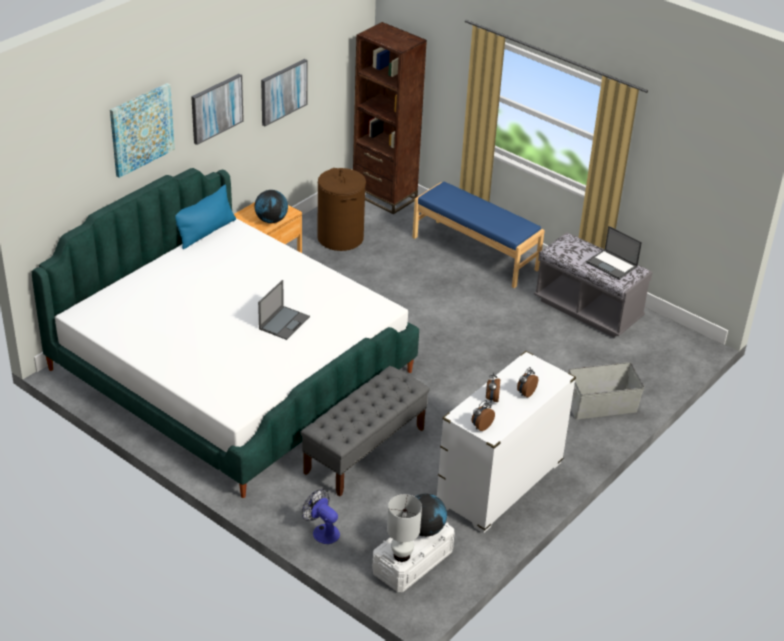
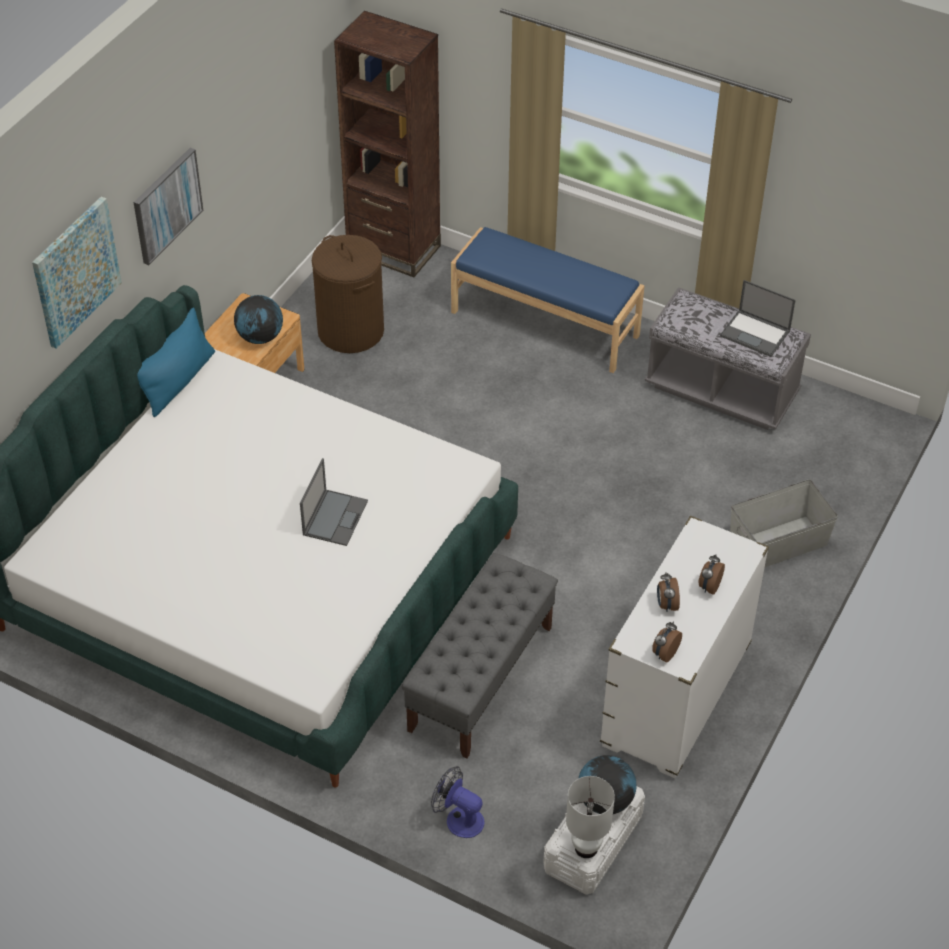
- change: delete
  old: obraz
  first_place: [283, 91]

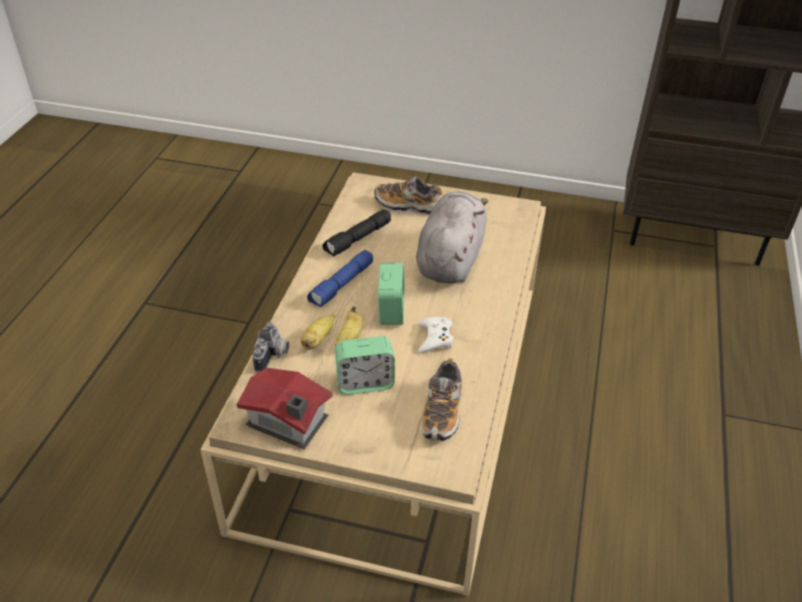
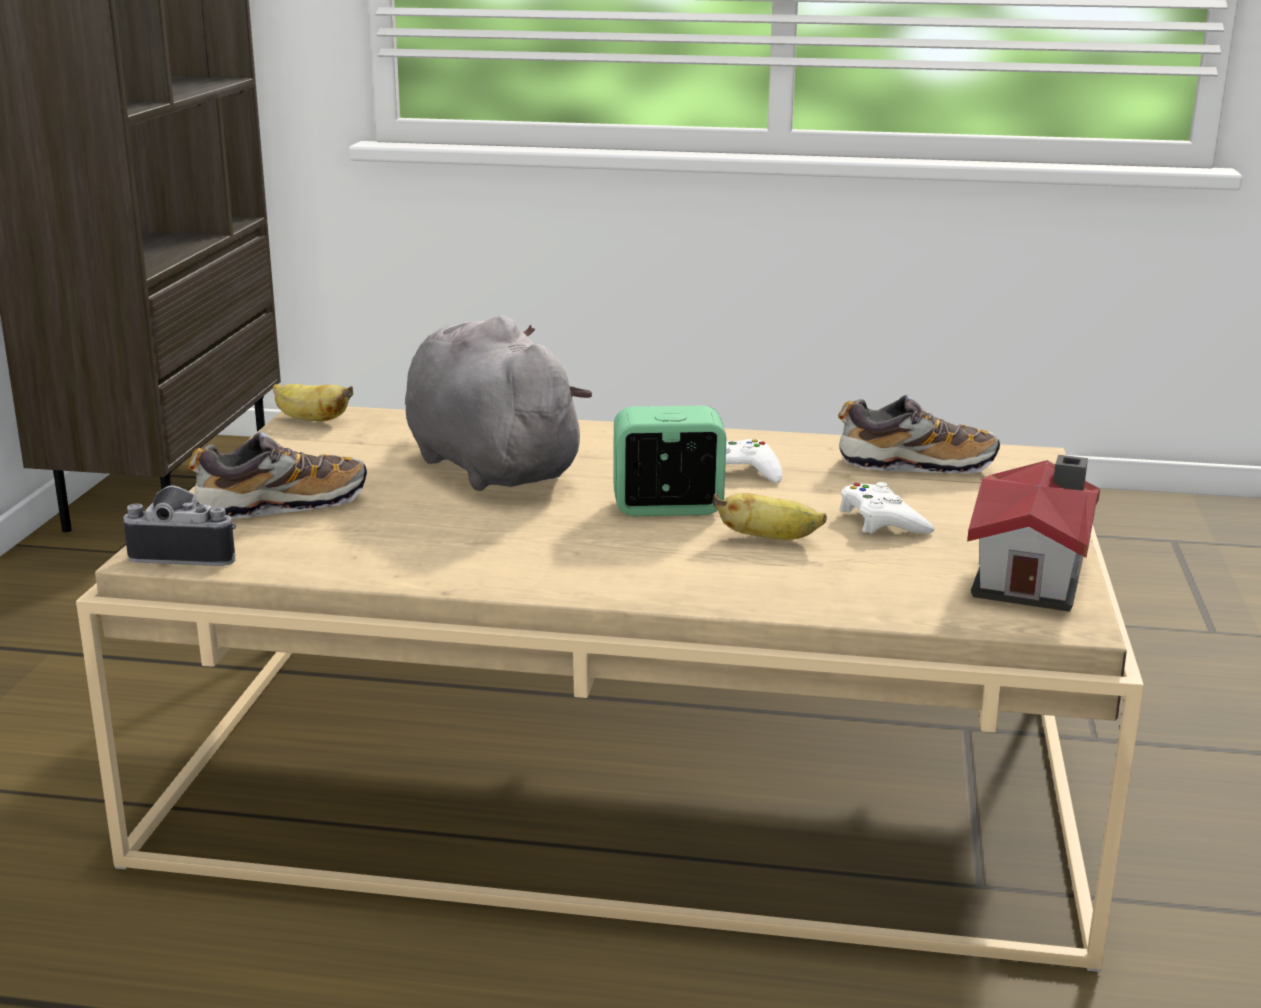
- change: move
  old: aparat fotograficzny
  first_place: [273, 356]
  second_place: [188, 552]
- change: rotate
  old: but
  first_place: [407, 205]
  second_place: [281, 505]
  degrees: -120
- change: move
  old: banan
  first_place: [317, 340]
  second_place: [310, 419]
- change: rotate
  old: pluszak [szary]
  first_place: [450, 259]
  second_place: [488, 465]
  degrees: 45
- change: replace
  old: budzik
  new: pad do gier [biały]
  first_place: [365, 383]
  second_place: [882, 520]
- change: delete
  old: latarka [niebieski]
  first_place: [342, 285]
- change: delete
  old: latarka [czarny]
  first_place: [358, 239]

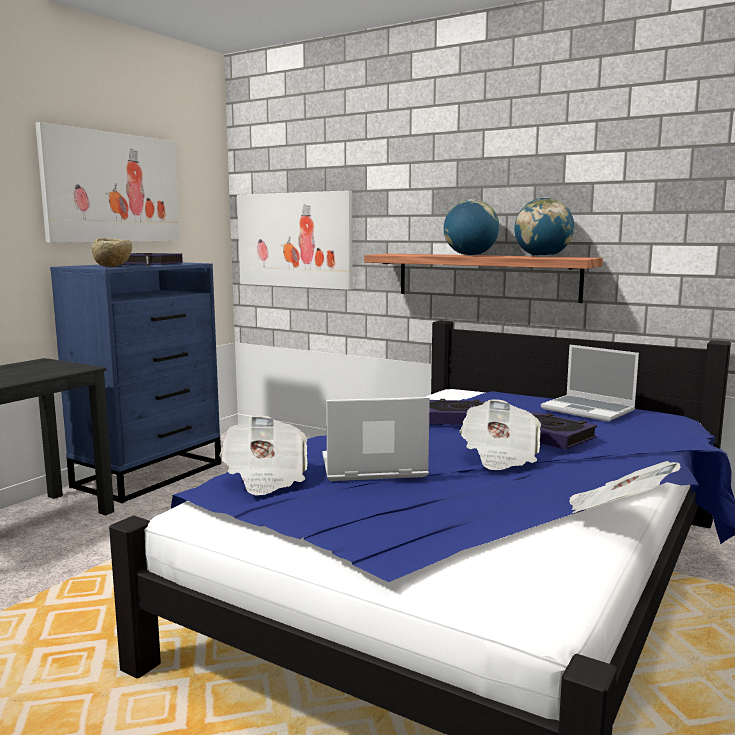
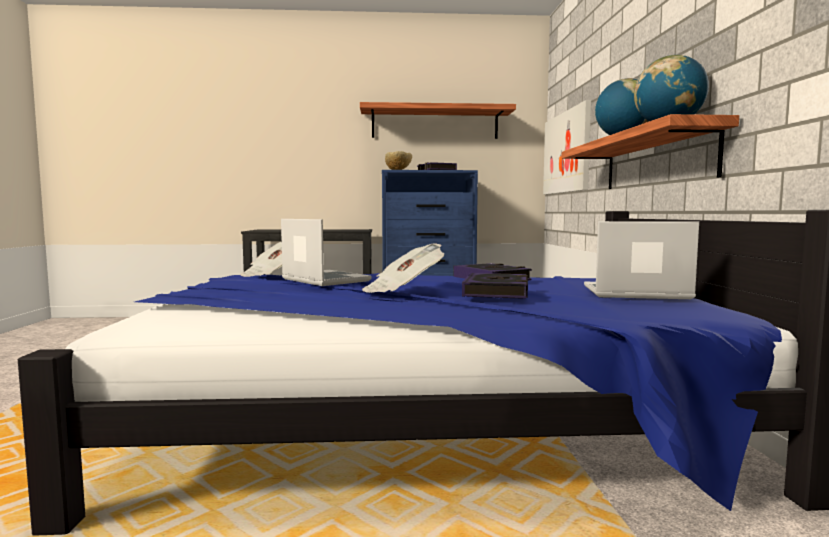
- change: replace
  old: obraz
  new: półka
  first_place: [113, 188]
  second_place: [435, 124]
- change: rotate
  old: laptop
  first_place: [589, 410]
  second_place: [634, 293]
  degrees: 90
- change: delete
  old: gazeta
  first_place: [616, 513]

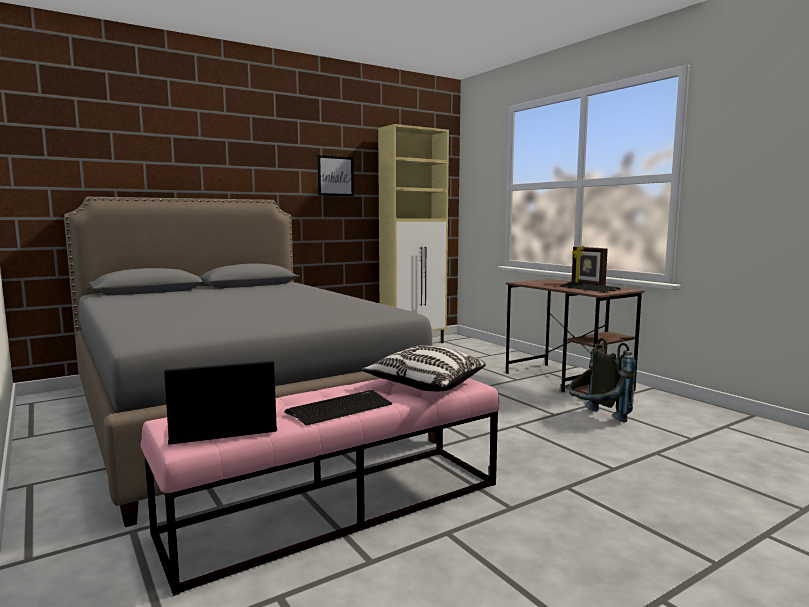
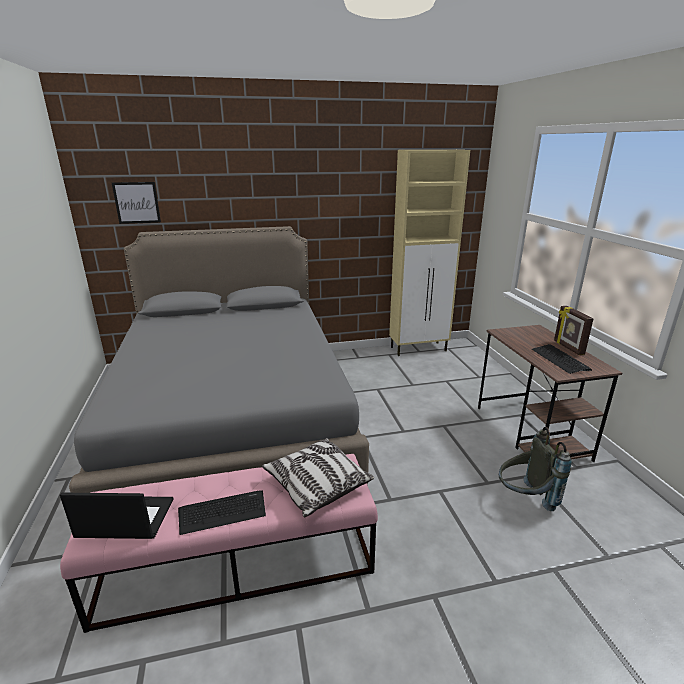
- change: move
  old: obraz
  first_place: [335, 176]
  second_place: [137, 202]

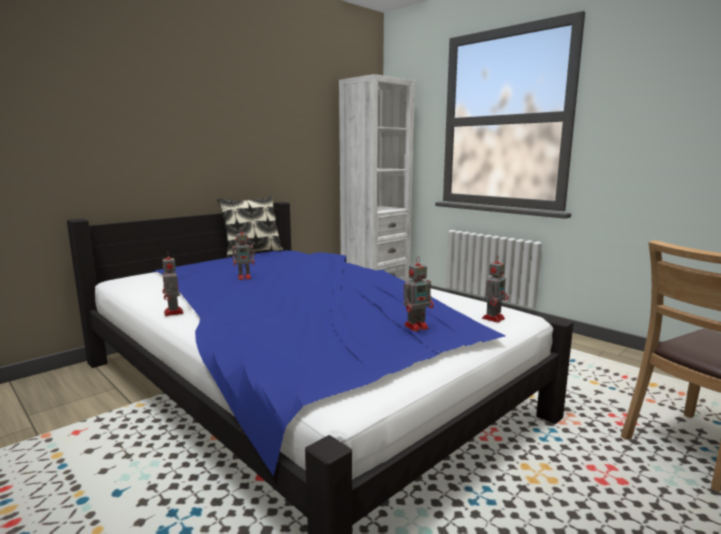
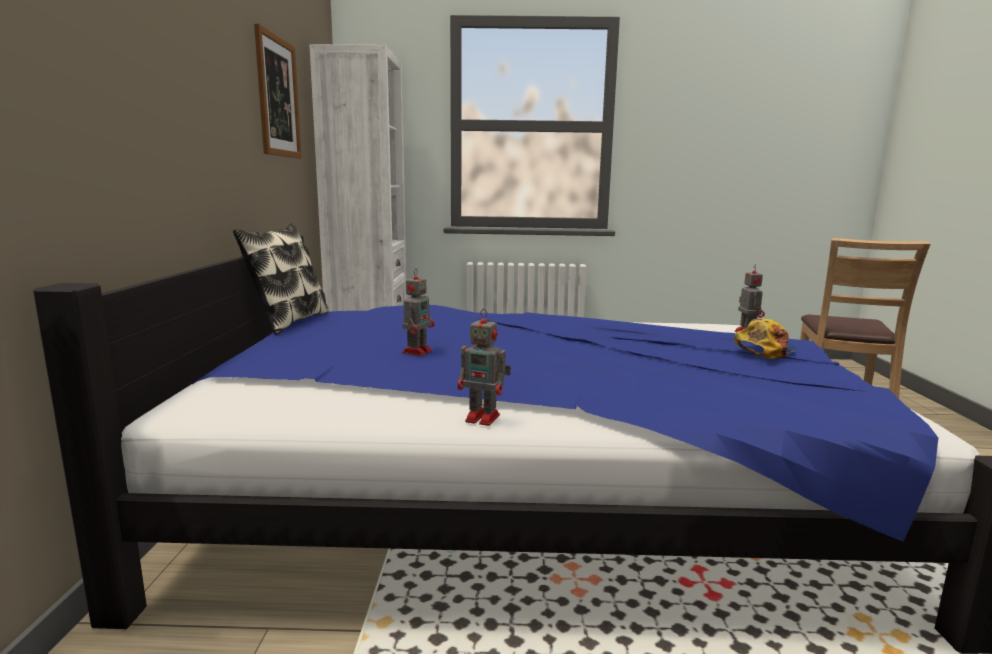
- change: insert
  new: obraz
  second_place: [278, 97]
- change: replace
  old: robot zabawkowy
  new: czapka z daszkiem
  first_place: [417, 326]
  second_place: [763, 349]

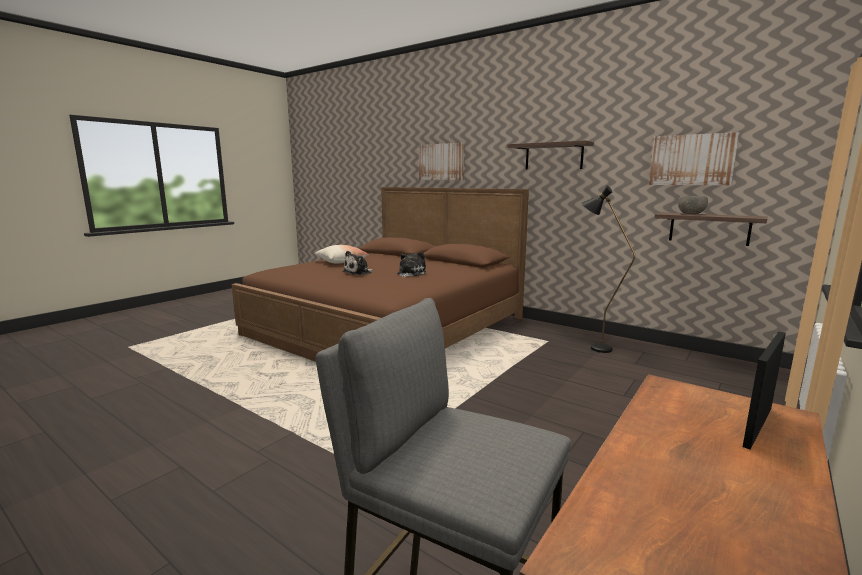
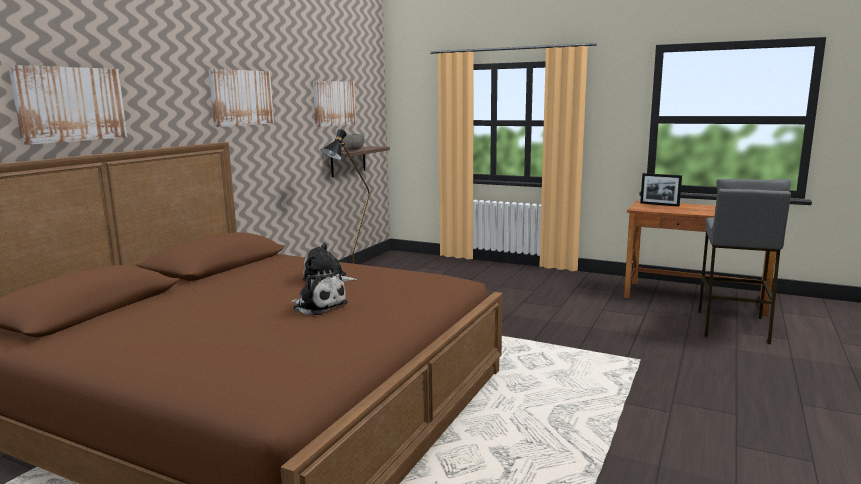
- change: replace
  old: półka
  new: obraz
  first_place: [553, 156]
  second_place: [241, 97]
- change: delete
  old: poduszka
  first_place: [342, 262]

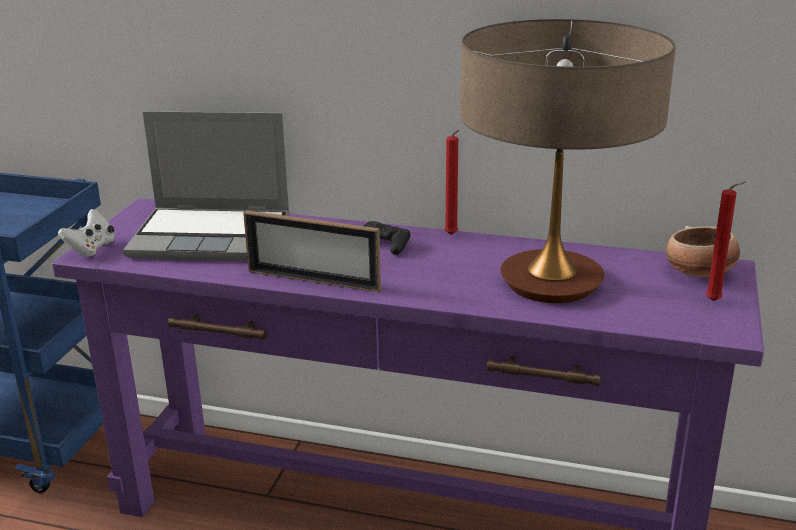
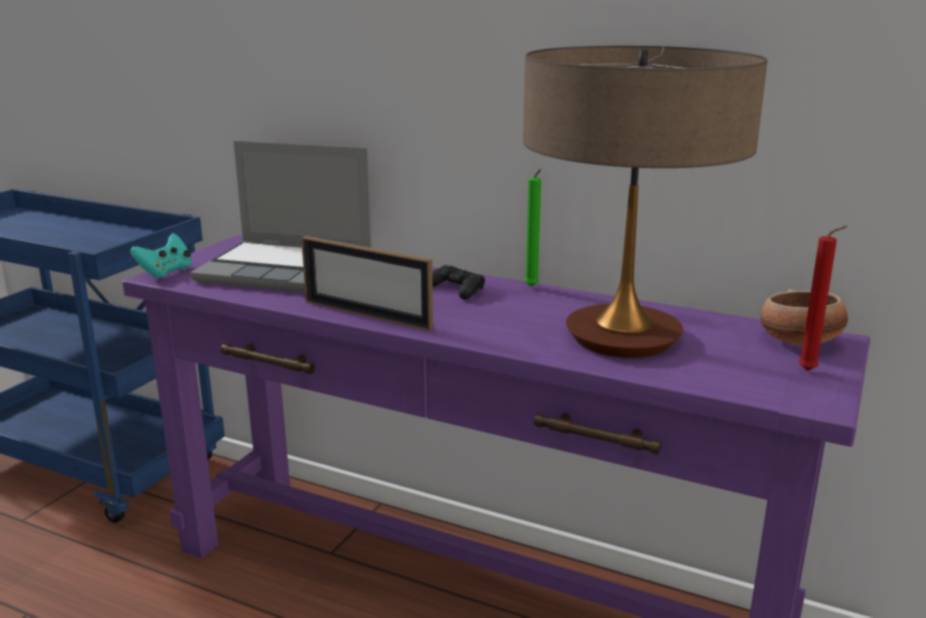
- change: recolor
  old: pad do gier [biały]
  new: pad do gier [turkusowy]
  first_place: [91, 249]
  second_place: [166, 272]
- change: recolor
  old: świeca [czerwony]
  new: świeca [zielony]
  first_place: [452, 235]
  second_place: [532, 287]

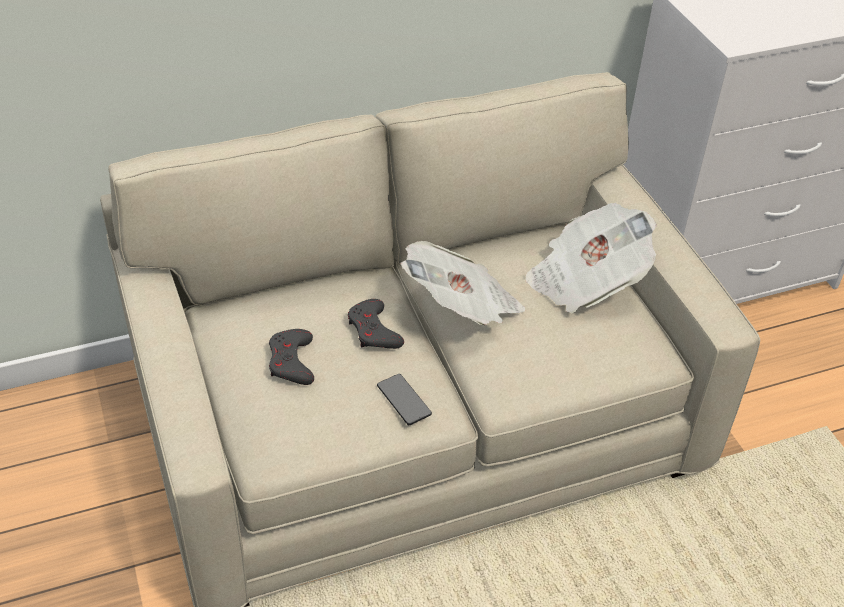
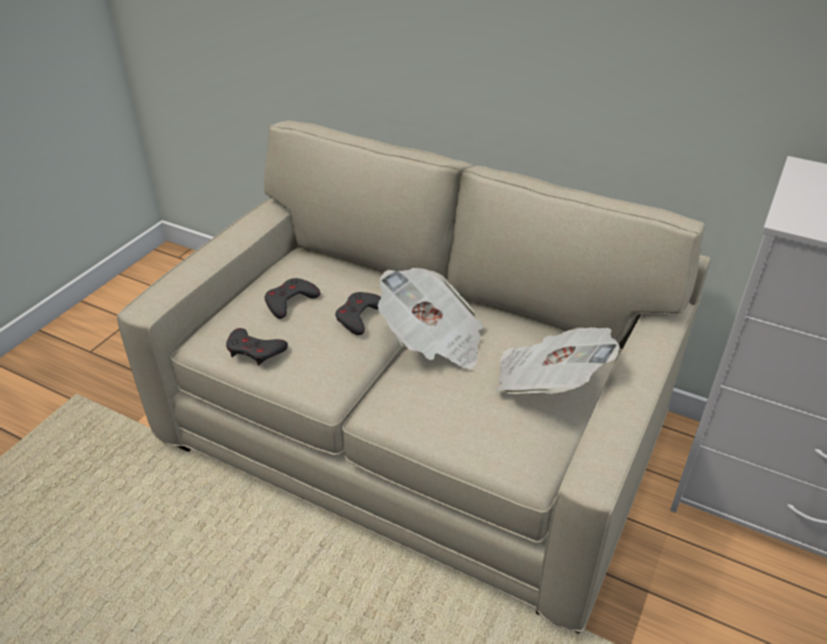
- change: insert
  new: pad do gier [szary]
  second_place: [255, 350]
- change: delete
  old: telefon
  first_place: [403, 400]

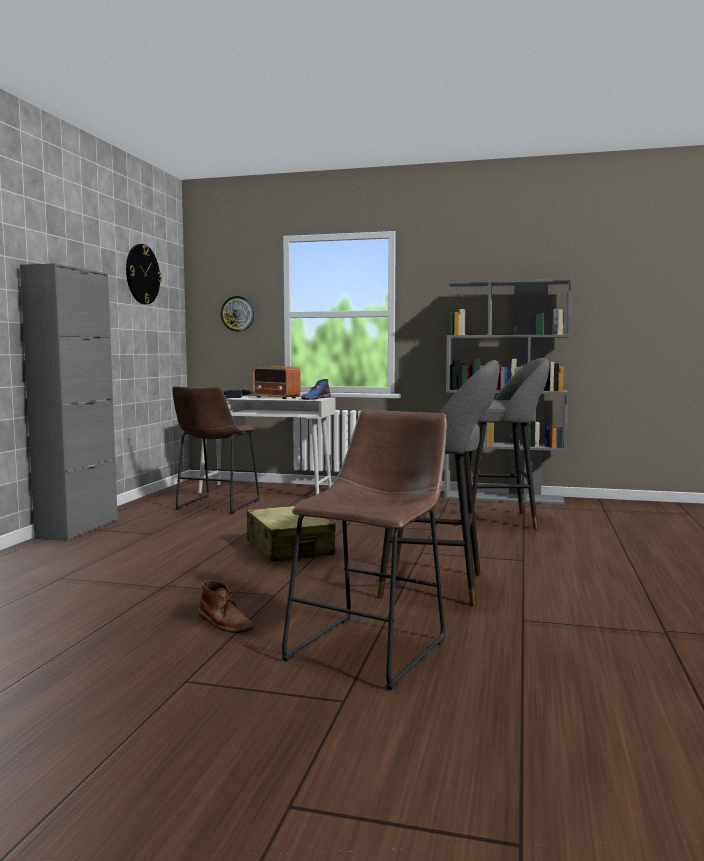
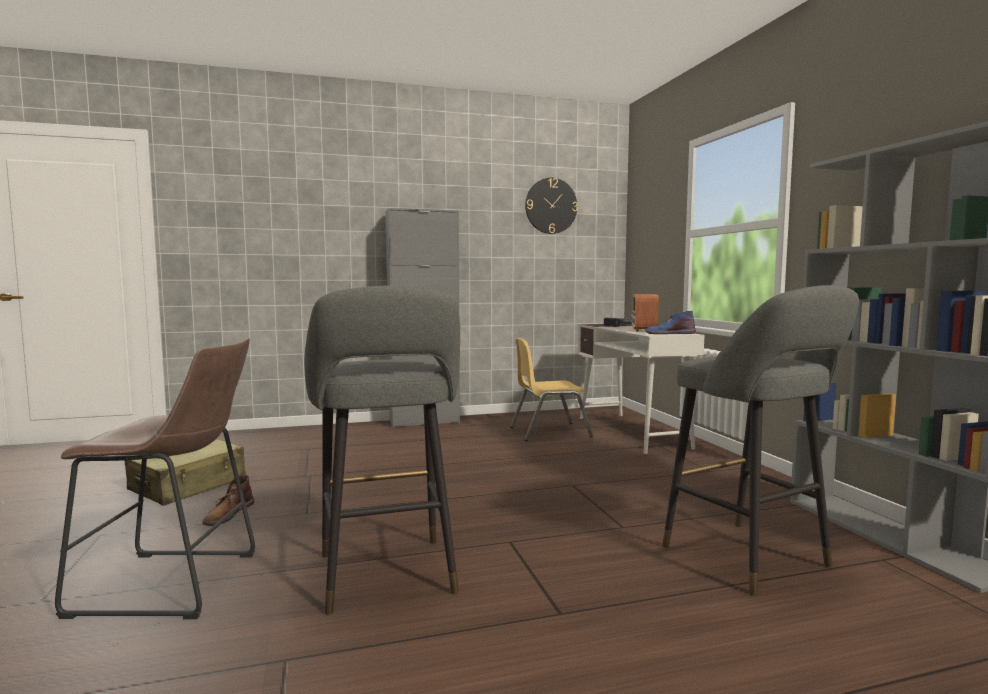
- change: move
  old: walizka [beżowy]
  first_place: [289, 548]
  second_place: [188, 485]
- change: replace
  old: stołek [brązowy]
  new: krzesło [żółty]
  first_place: [215, 506]
  second_place: [549, 432]
- change: delete
  old: zegar ścienny
  first_place: [237, 314]

